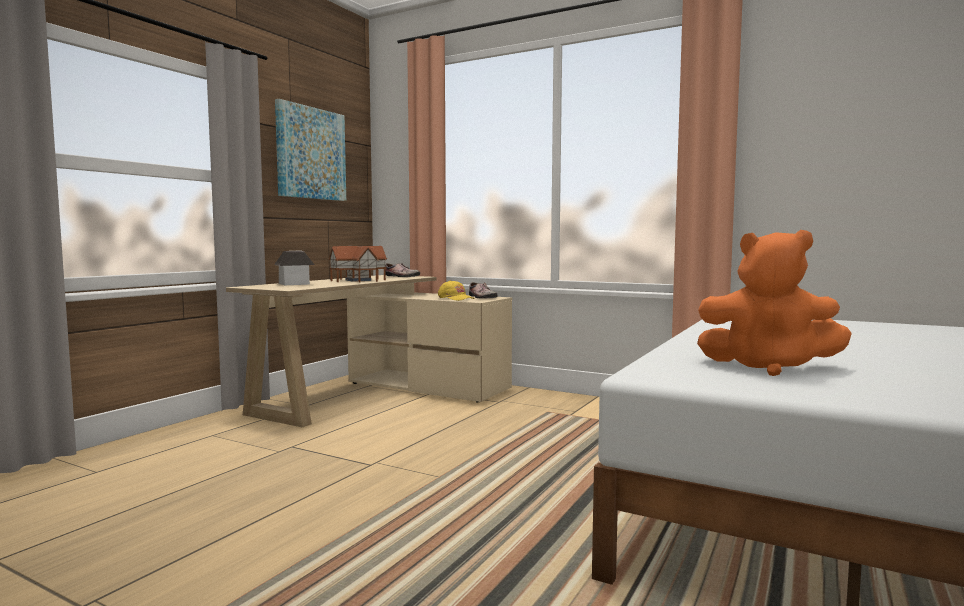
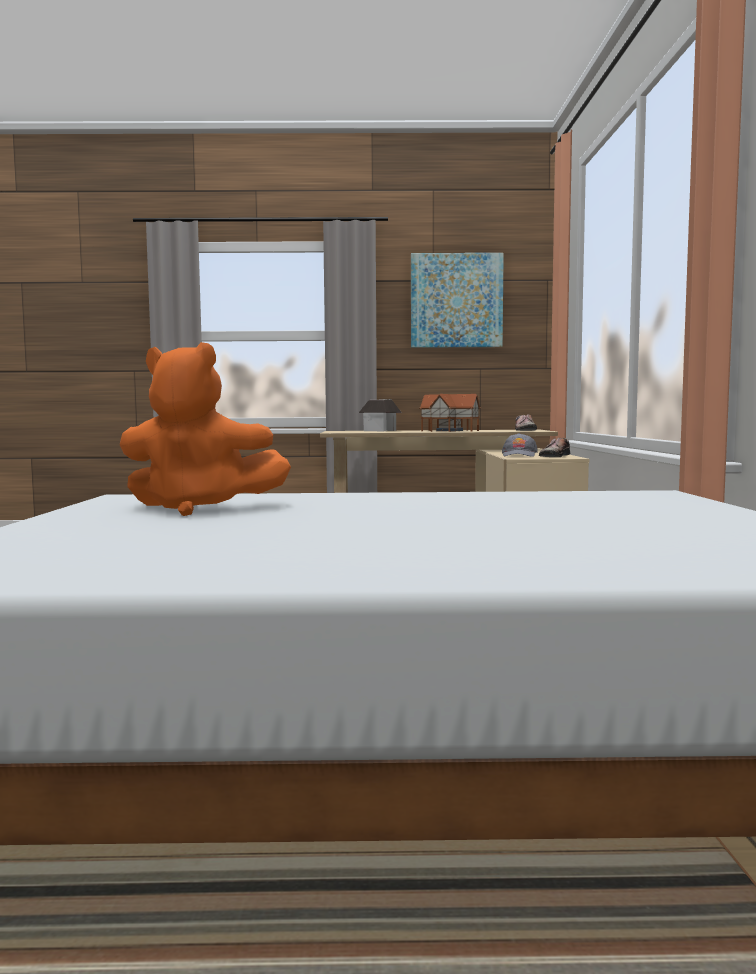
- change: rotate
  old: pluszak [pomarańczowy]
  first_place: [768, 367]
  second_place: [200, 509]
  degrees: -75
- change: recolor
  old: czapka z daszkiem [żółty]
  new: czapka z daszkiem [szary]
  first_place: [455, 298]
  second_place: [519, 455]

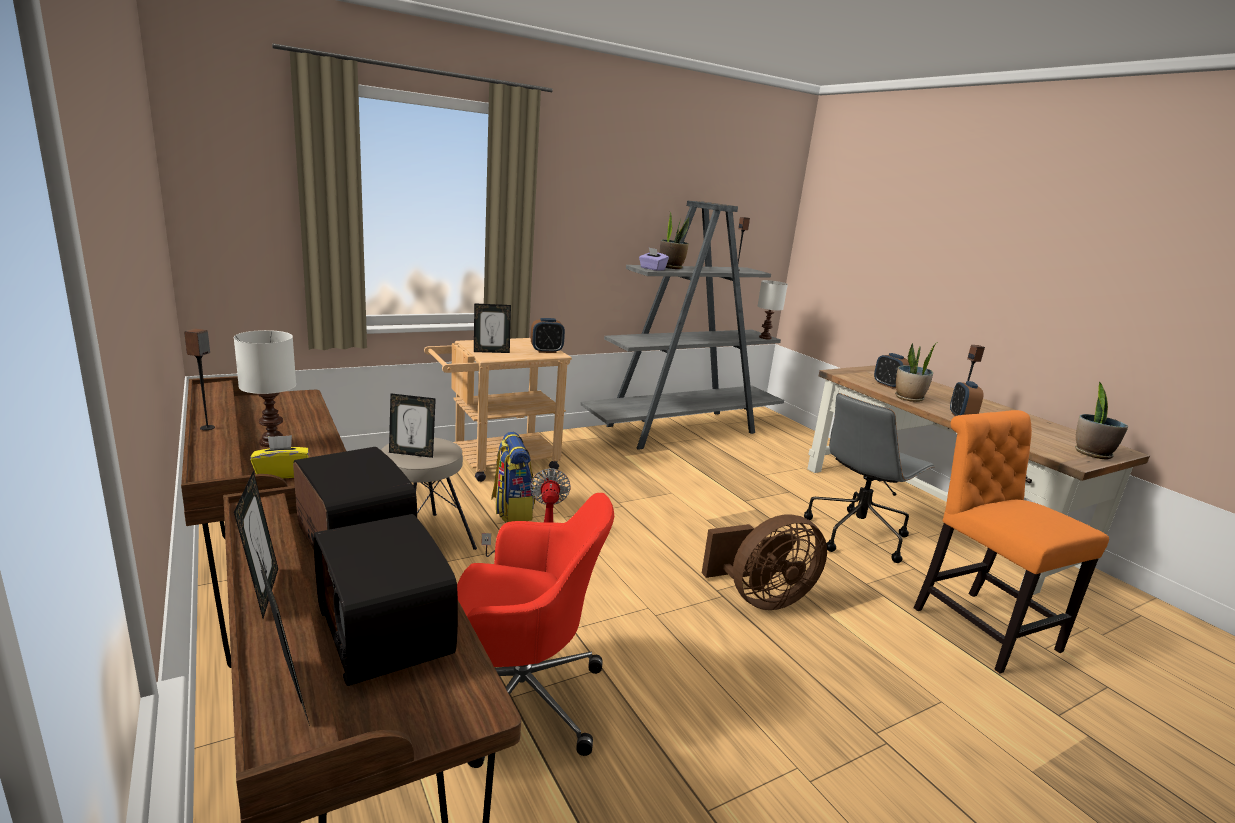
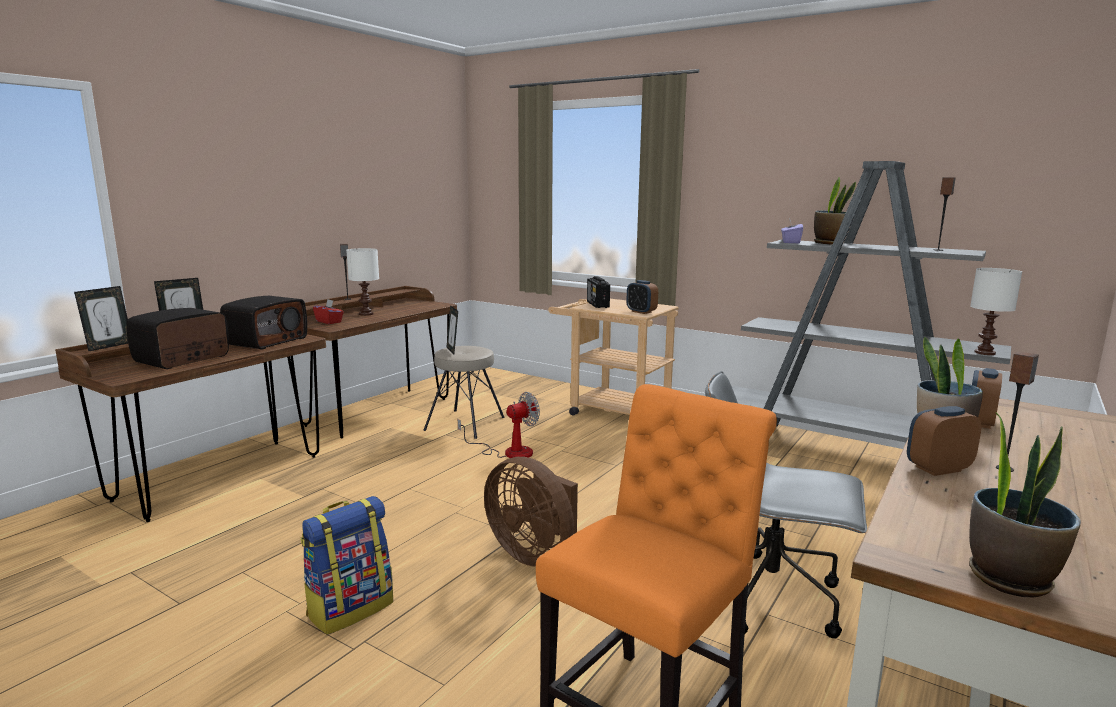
- change: move
  old: plecak
  first_place: [512, 510]
  second_place: [350, 608]
- change: recolor
  old: pudełko chusteczek [żółty]
  new: pudełko chusteczek [czerwony]
  first_place: [282, 473]
  second_place: [329, 322]
- change: replace
  old: ramka na zdjęcie
  new: radio
  first_place: [491, 351]
  second_place: [598, 305]
- change: delete
  old: krzesło biurowe [czerwony]
  first_place: [518, 697]

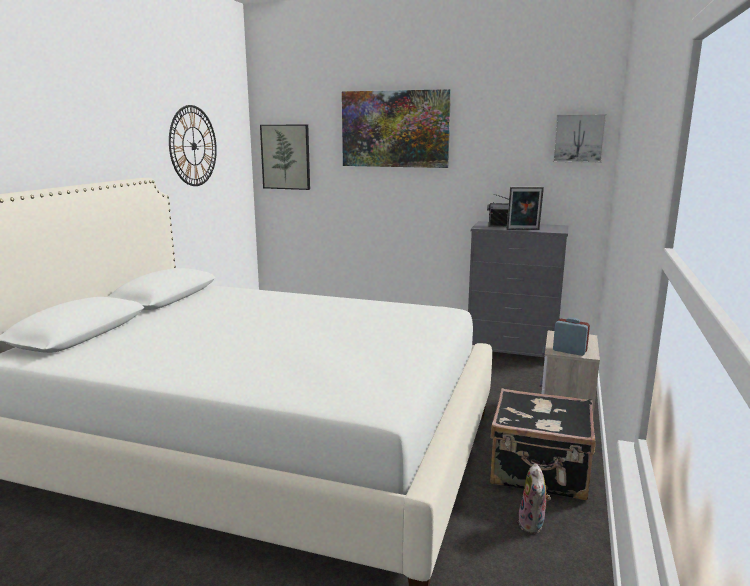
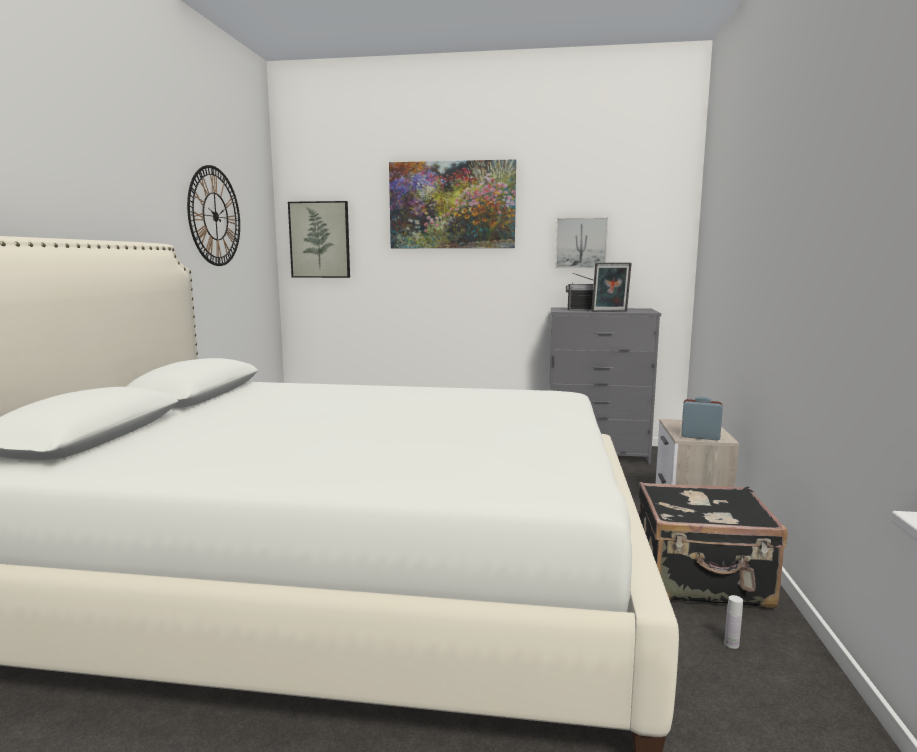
- change: move
  old: obraz
  first_place: [578, 138]
  second_place: [581, 243]
- change: replace
  old: pluszak
  new: butelka [biały]
  first_place: [533, 524]
  second_place: [731, 644]

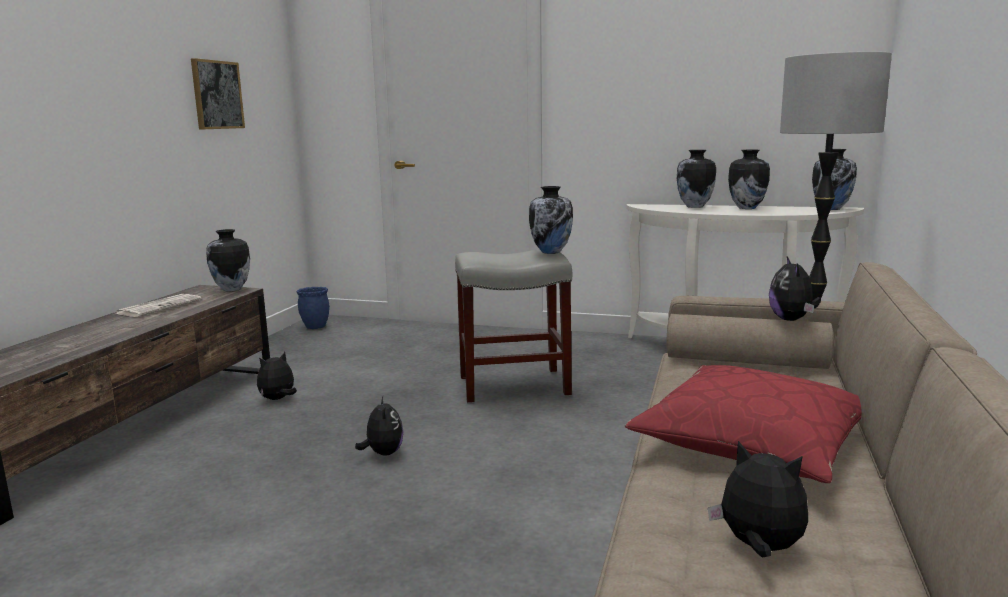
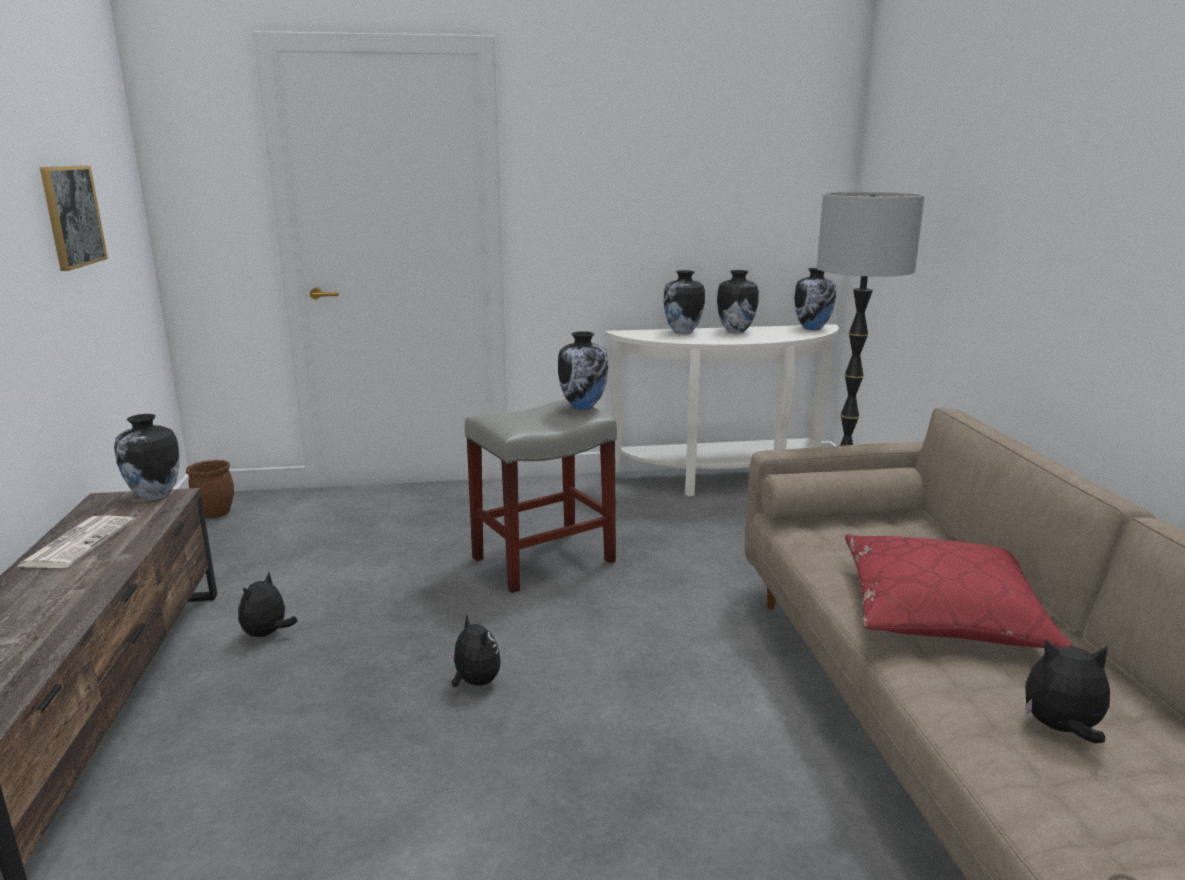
- change: recolor
  old: donica [niebieski]
  new: donica [brązowy]
  first_place: [316, 327]
  second_place: [216, 514]
- change: delete
  old: pluszak
  first_place: [792, 320]

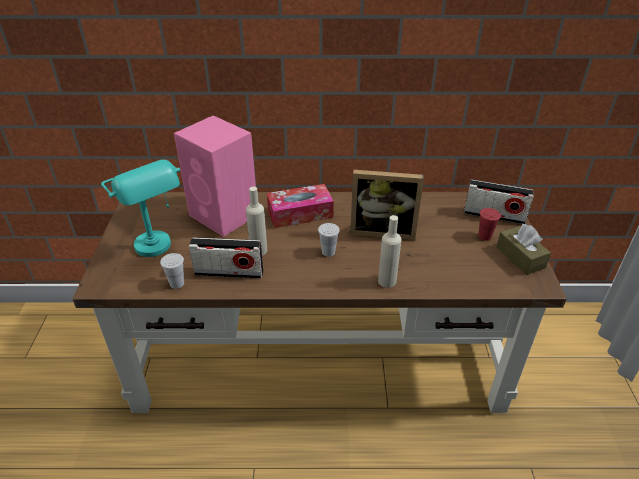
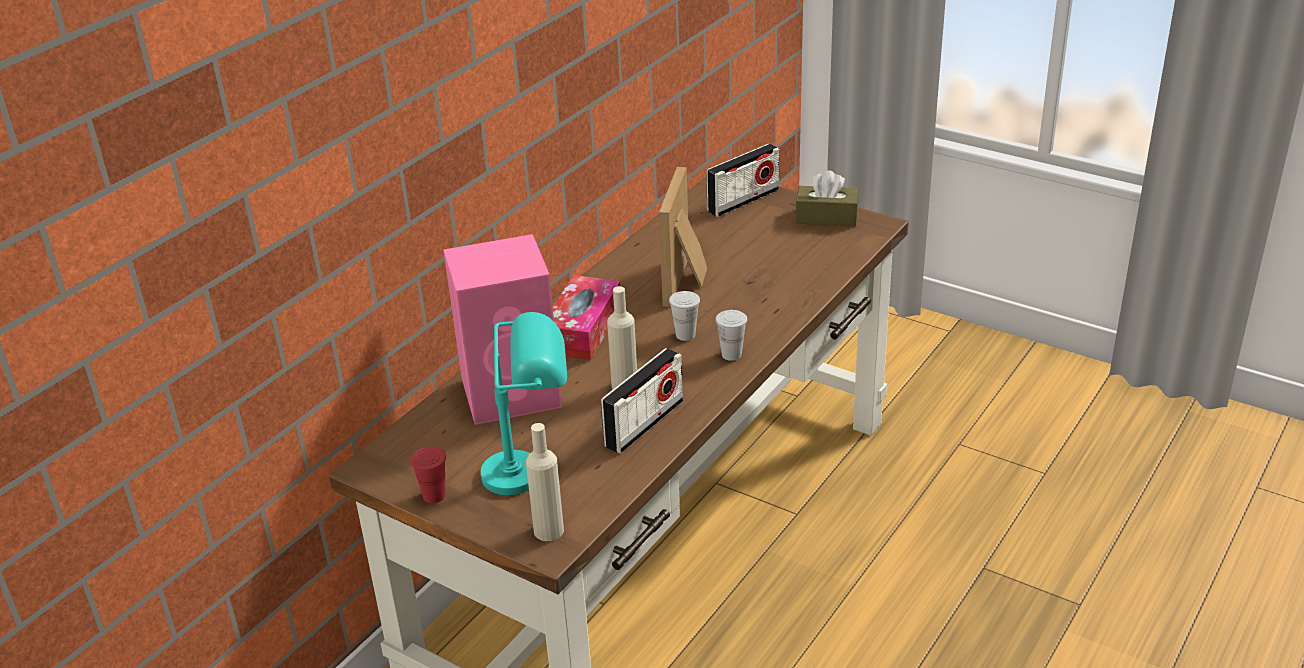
- change: move
  old: filiżanka [czerwony]
  first_place: [484, 236]
  second_place: [434, 495]
- change: move
  old: butelka [beżowy]
  first_place: [387, 281]
  second_place: [548, 530]
- change: rotate
  old: ramka na zdjęcie
  first_place: [383, 230]
  second_place: [687, 282]
  degrees: 150
- change: move
  old: filiżanka [biały]
  first_place: [177, 283]
  second_place: [731, 354]

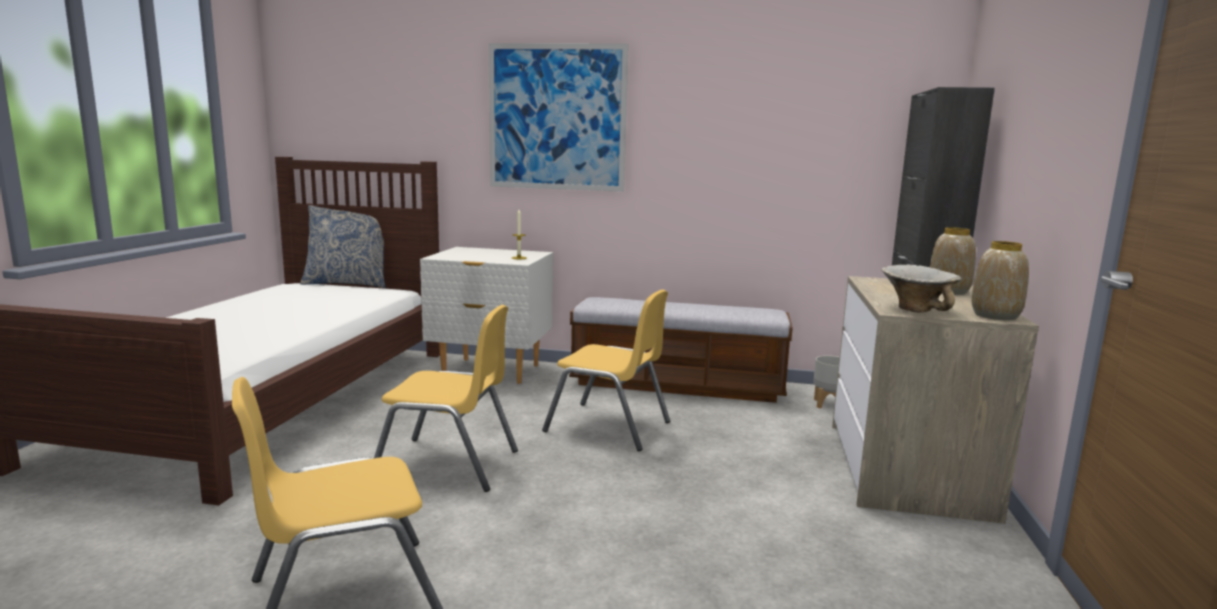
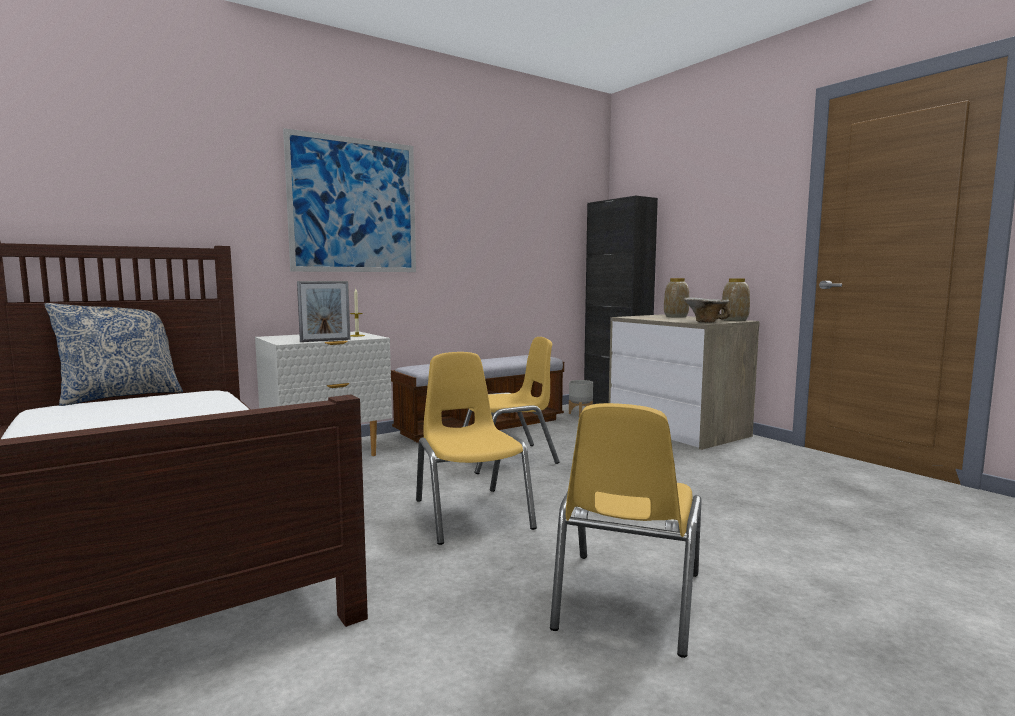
- change: insert
  new: ramka na zdjęcie
  second_place: [325, 340]
- change: rotate
  old: krzesło [żółty]
  first_place: [448, 465]
  second_place: [471, 514]
  degrees: -75

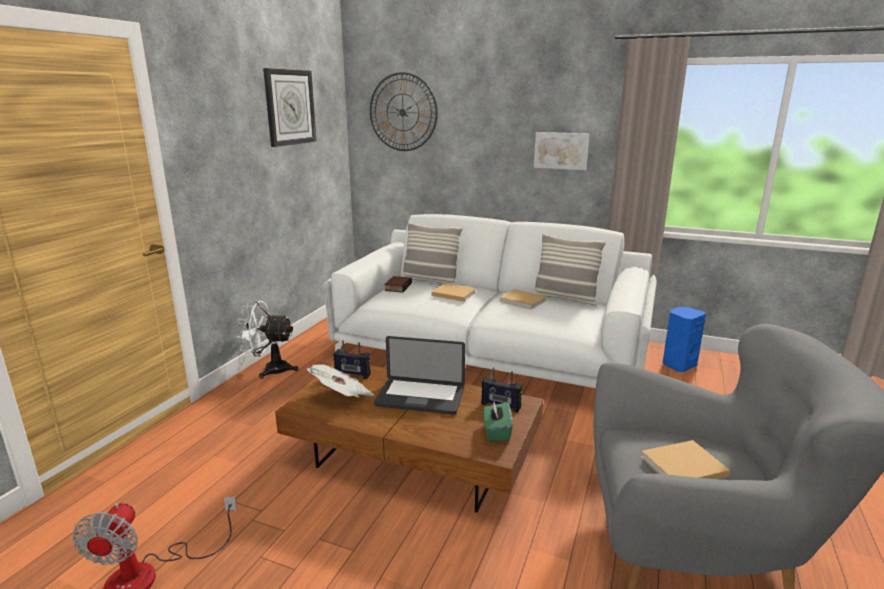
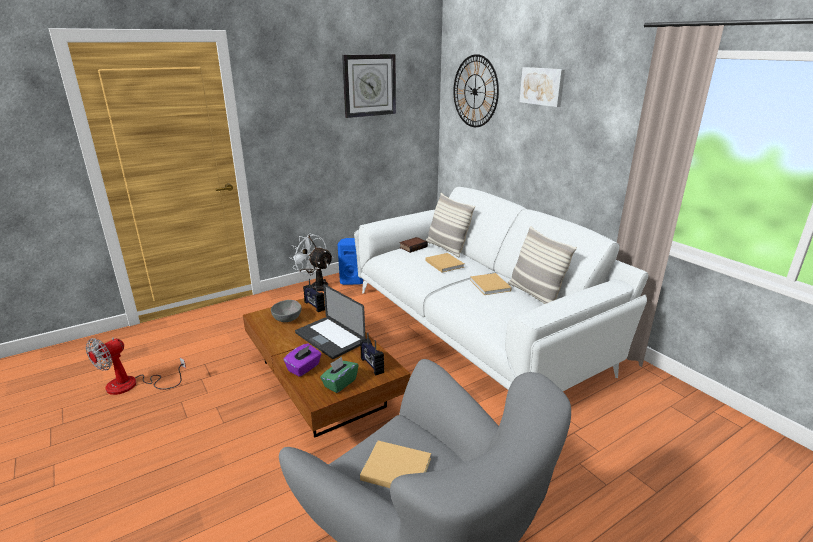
- change: replace
  old: gazeta
  new: miska [szary]
  first_place: [342, 396]
  second_place: [288, 319]
- change: insert
  new: pudełko chusteczek [fioletowy]
  second_place: [304, 368]
- change: move
  old: głośnik [niebieski]
  first_place: [678, 365]
  second_place: [352, 281]
- change: move
  old: obraz
  first_place: [561, 150]
  second_place: [542, 86]

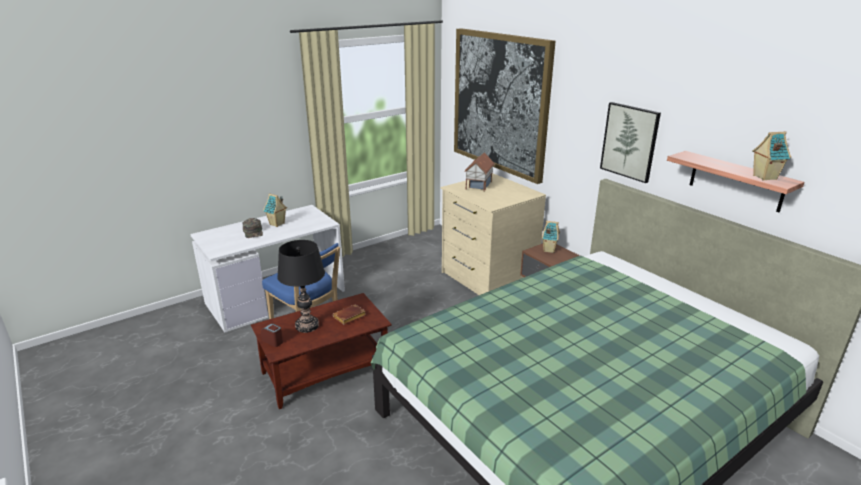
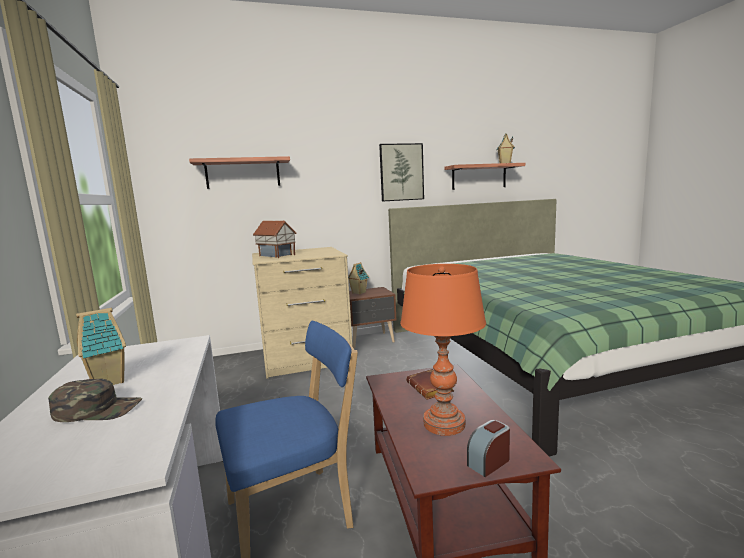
- change: replace
  old: obraz
  new: półka
  first_place: [500, 103]
  second_place: [243, 173]
- change: recolor
  old: lampa stołowa [czarny]
  new: lampa stołowa [pomarańczowy]
  first_place: [307, 326]
  second_place: [444, 423]

